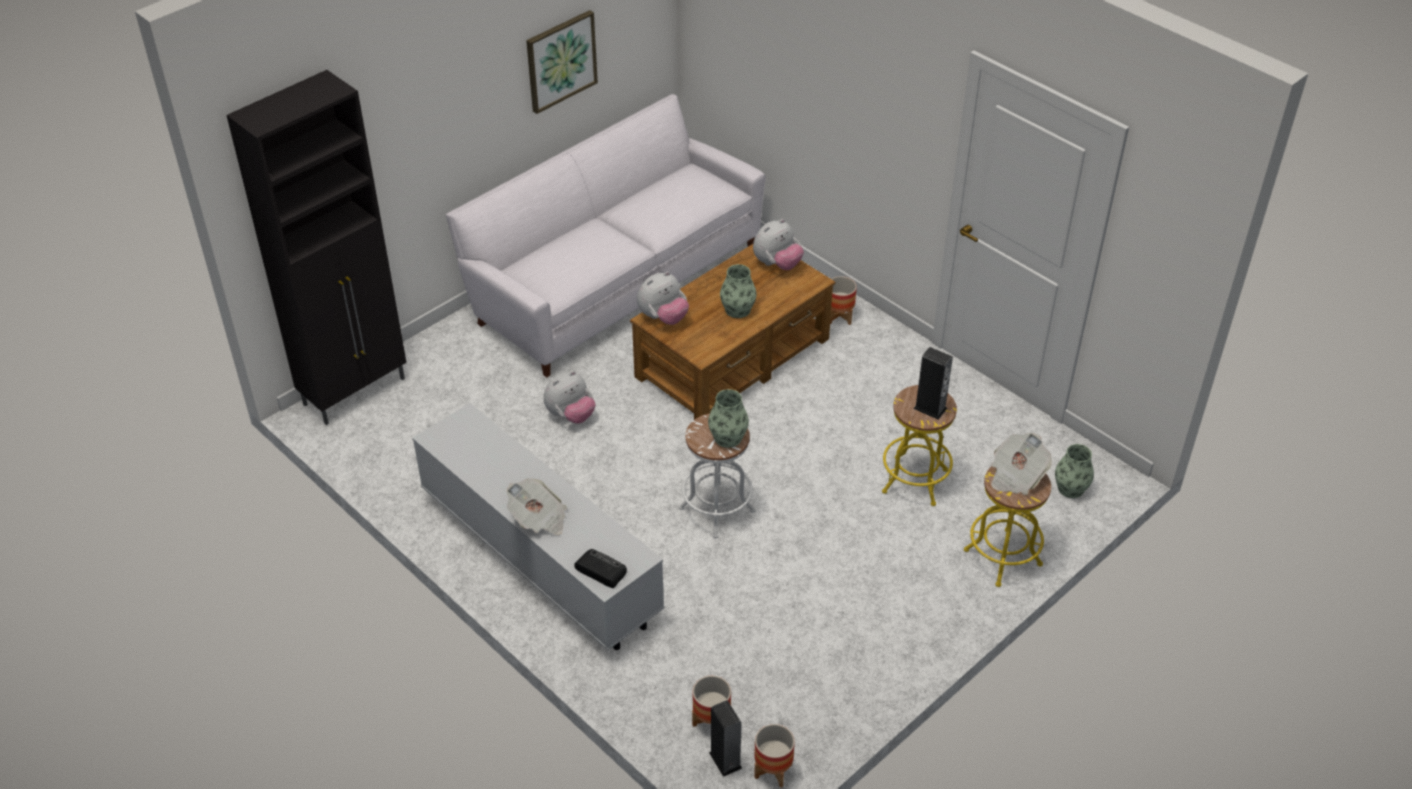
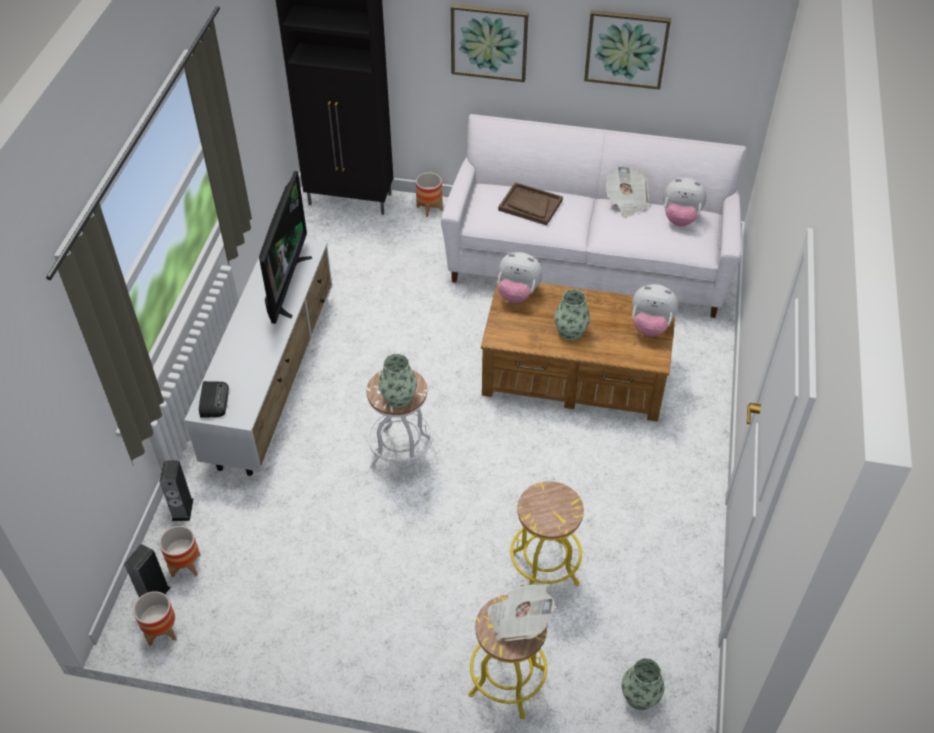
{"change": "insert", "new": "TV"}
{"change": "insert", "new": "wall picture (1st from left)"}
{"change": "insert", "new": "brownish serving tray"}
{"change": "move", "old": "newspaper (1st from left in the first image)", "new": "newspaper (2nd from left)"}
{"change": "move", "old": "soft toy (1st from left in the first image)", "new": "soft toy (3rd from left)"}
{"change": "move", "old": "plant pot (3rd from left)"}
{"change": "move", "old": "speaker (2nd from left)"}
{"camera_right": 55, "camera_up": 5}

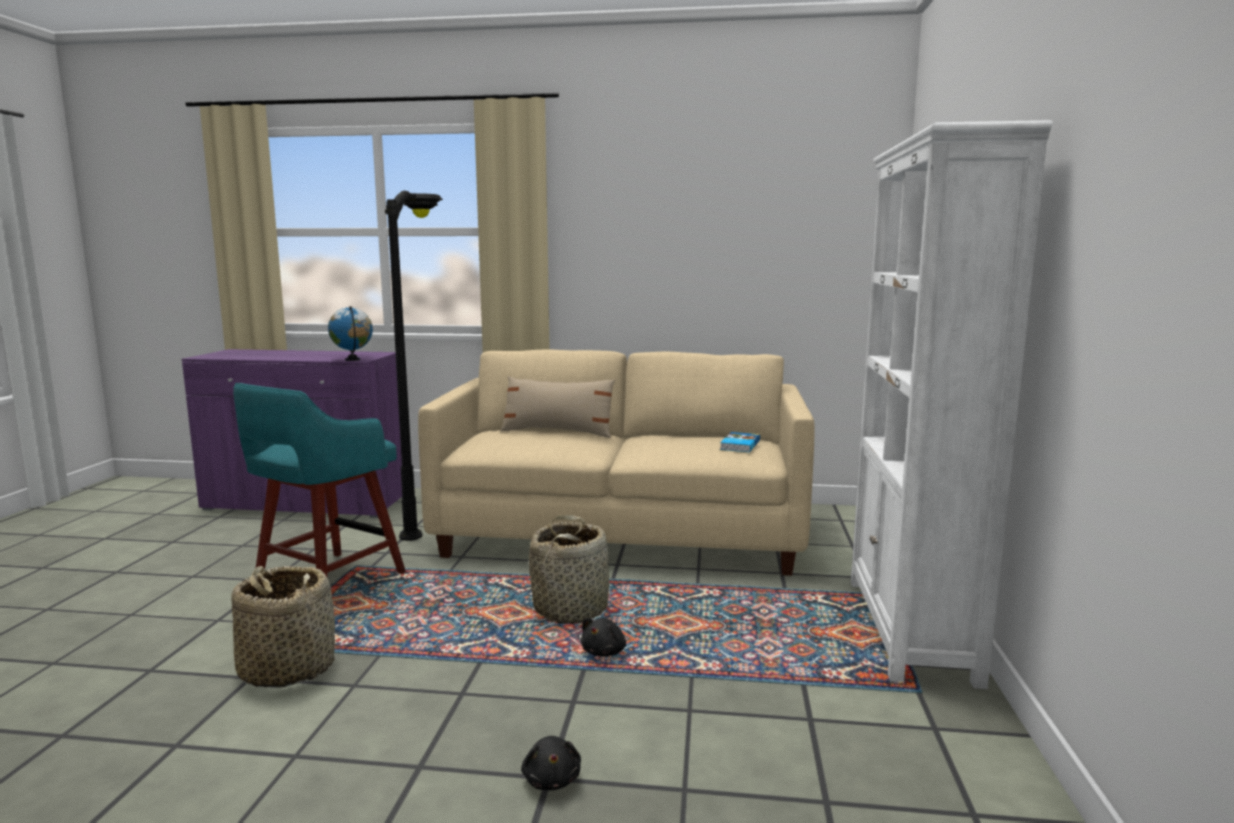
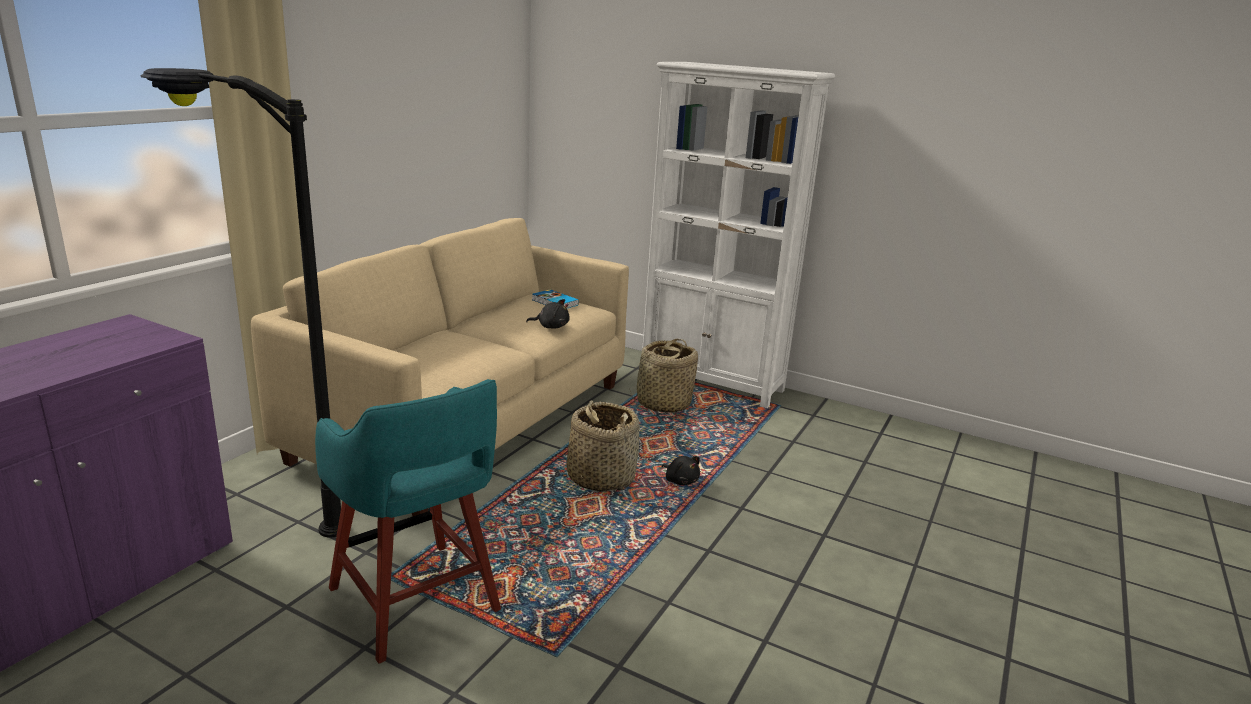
{"change": "delete", "old": "desk globe"}
{"change": "delete", "old": "sand-coloured throw pillow"}
{"change": "move", "old": "basket (1st from left in the first image)", "new": "basket (2nd from left)"}
{"change": "move", "old": "black-coloured soft toy (1st from left)"}
{"camera_right": -70, "camera_up": 10}

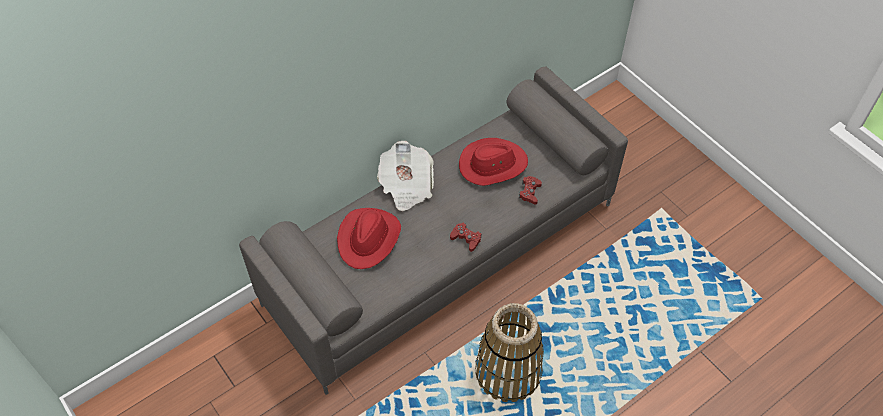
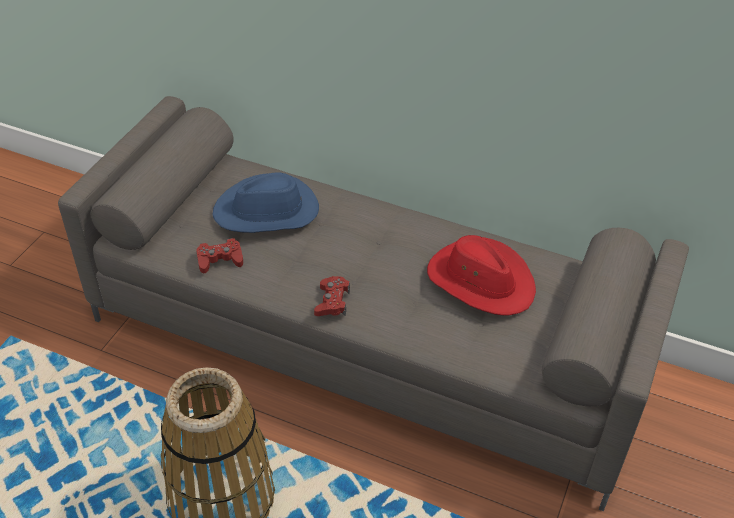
{"change": "delete", "old": "newspaper"}
{"change": "move", "old": "red-coloured joypad (2nd from left in the first image)", "new": "red-coloured joypad (1st from left)"}
{"change": "recolor", "old": "red-coloured wearable hat (1st from left)", "new": "blue wearable hat"}
{"camera_right": 60, "camera_up": -10}

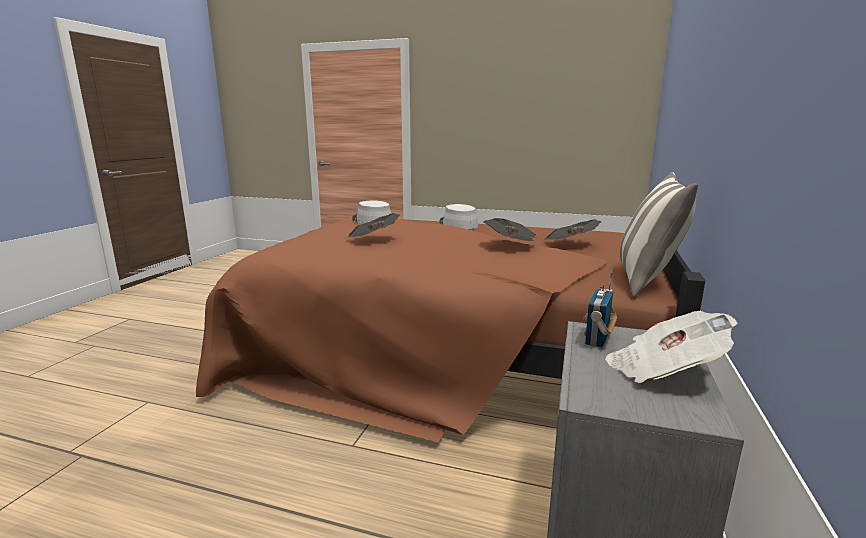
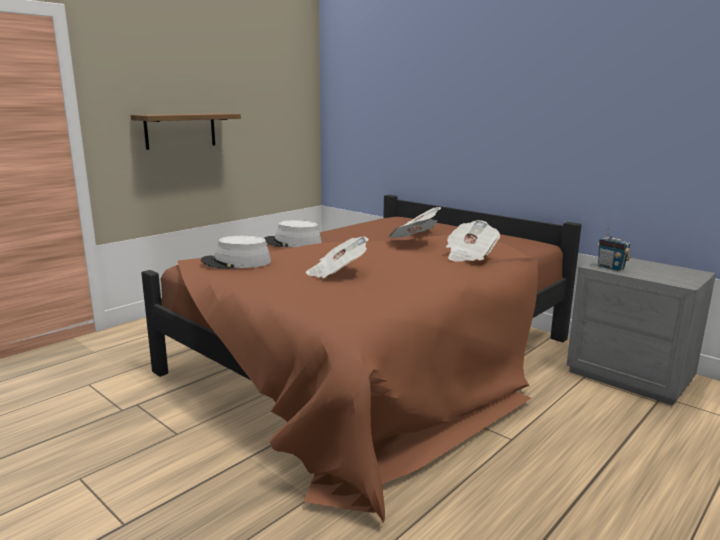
{"change": "delete", "old": "throw pillow"}
{"change": "insert", "new": "shelf"}
{"change": "move", "old": "newspaper (4th from left)"}
{"camera_right": -65, "camera_up": 0}

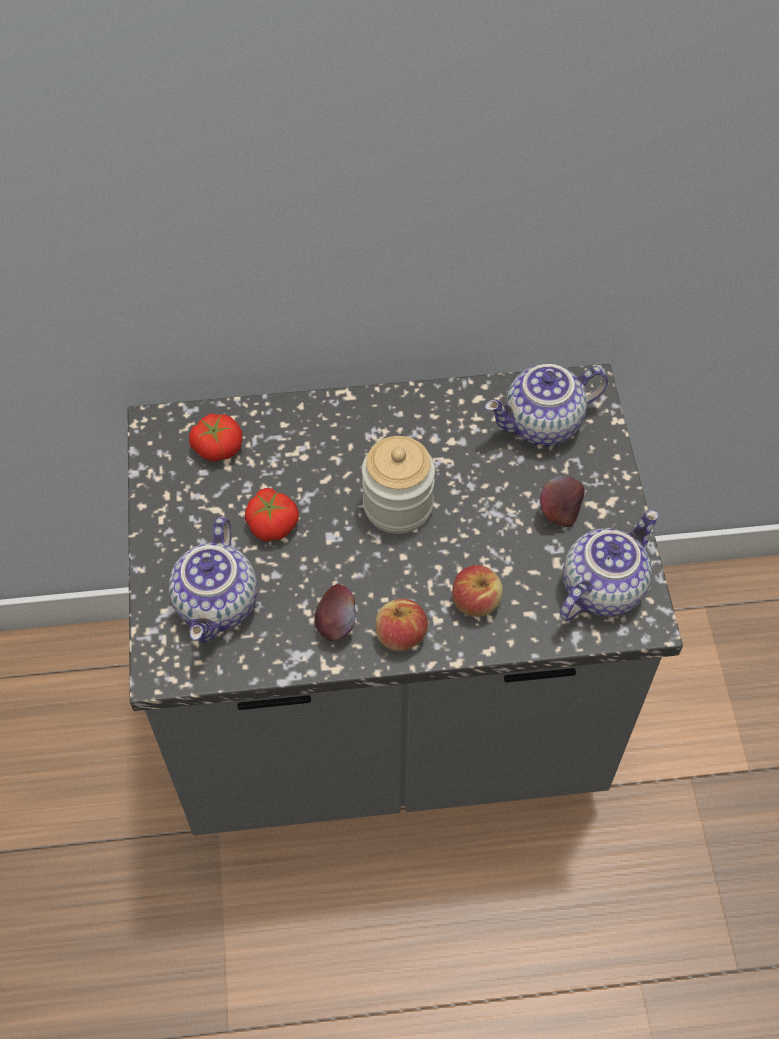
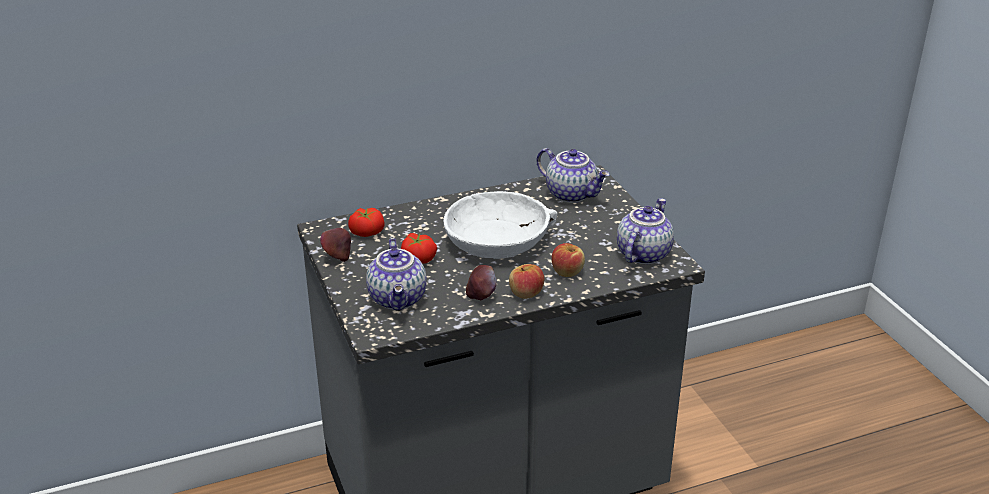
{"change": "move", "old": "whole apple (4th from left in the first image)", "new": "whole apple (1st from left)"}
{"change": "replace", "old": "storage jar", "new": "white-coloured serving bowl"}
{"change": "rotate", "old": "pot for tea (2nd from left)", "degrees": -105}
{"camera_right": -15, "camera_up": -25}

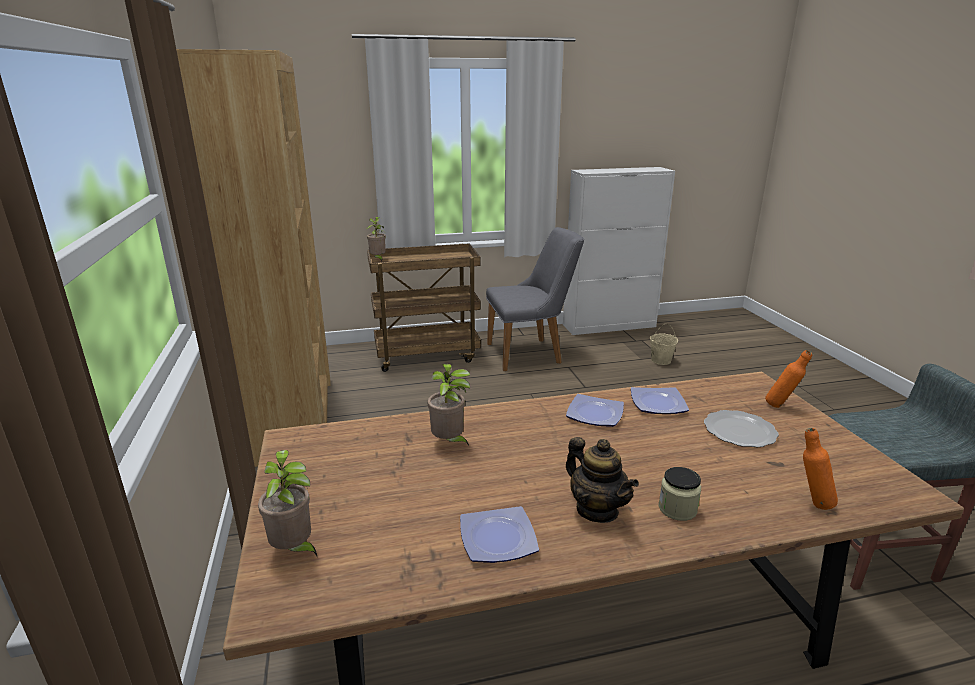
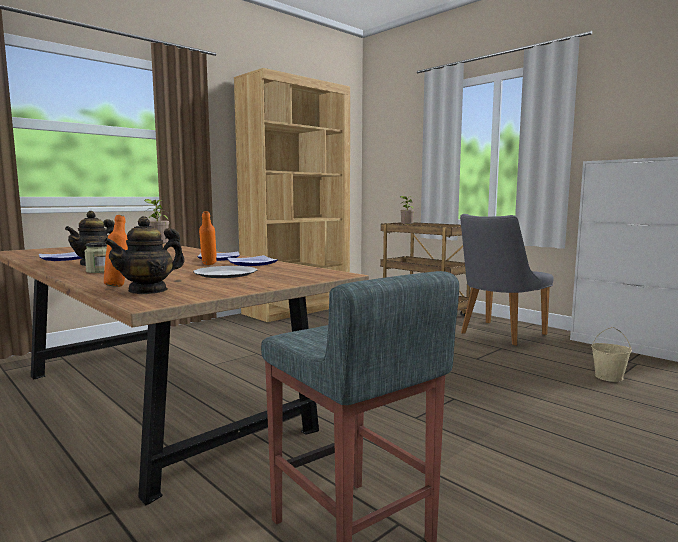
{"change": "delete", "old": "houseplant (1st from left)"}
{"change": "insert", "new": "pot for tea (2nd from left)"}
{"change": "move", "old": "orange-coloured drink bottle (1st from left in the first image)", "new": "orange-coloured drink bottle (2nd from left)"}
{"change": "rotate", "old": "grey plain chair", "degrees": 90}
{"camera_right": 60, "camera_up": -15}

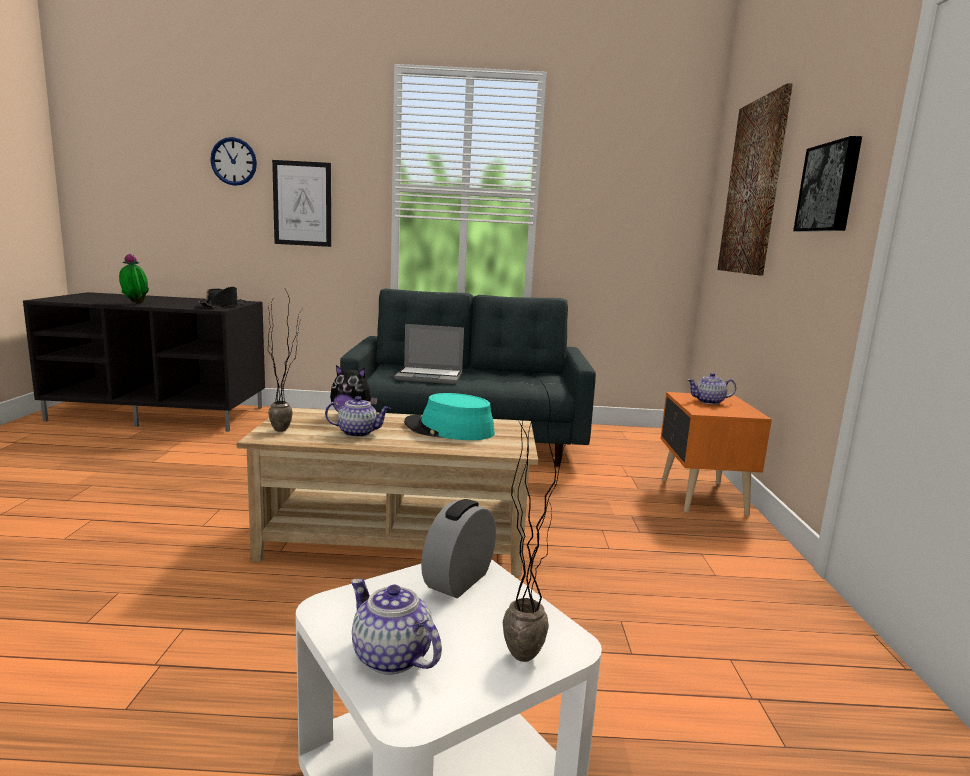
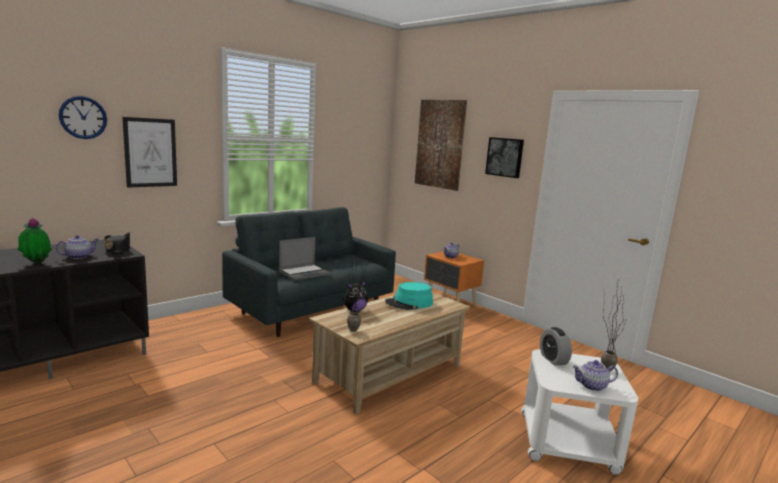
{"change": "move", "old": "pot for tea (1st from left)"}
{"camera_right": -45, "camera_up": 0}

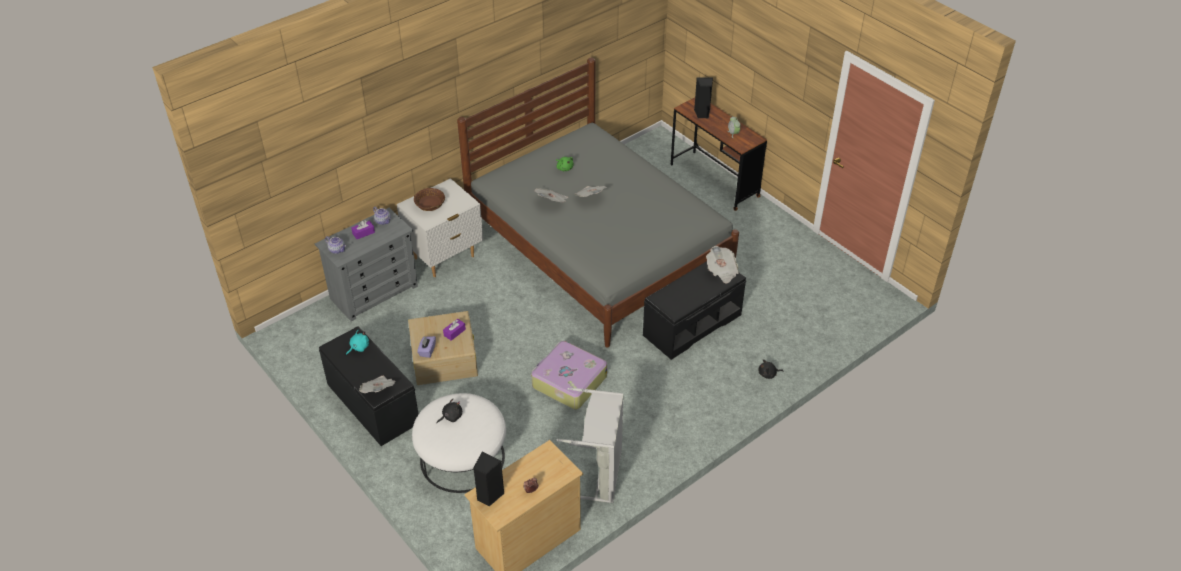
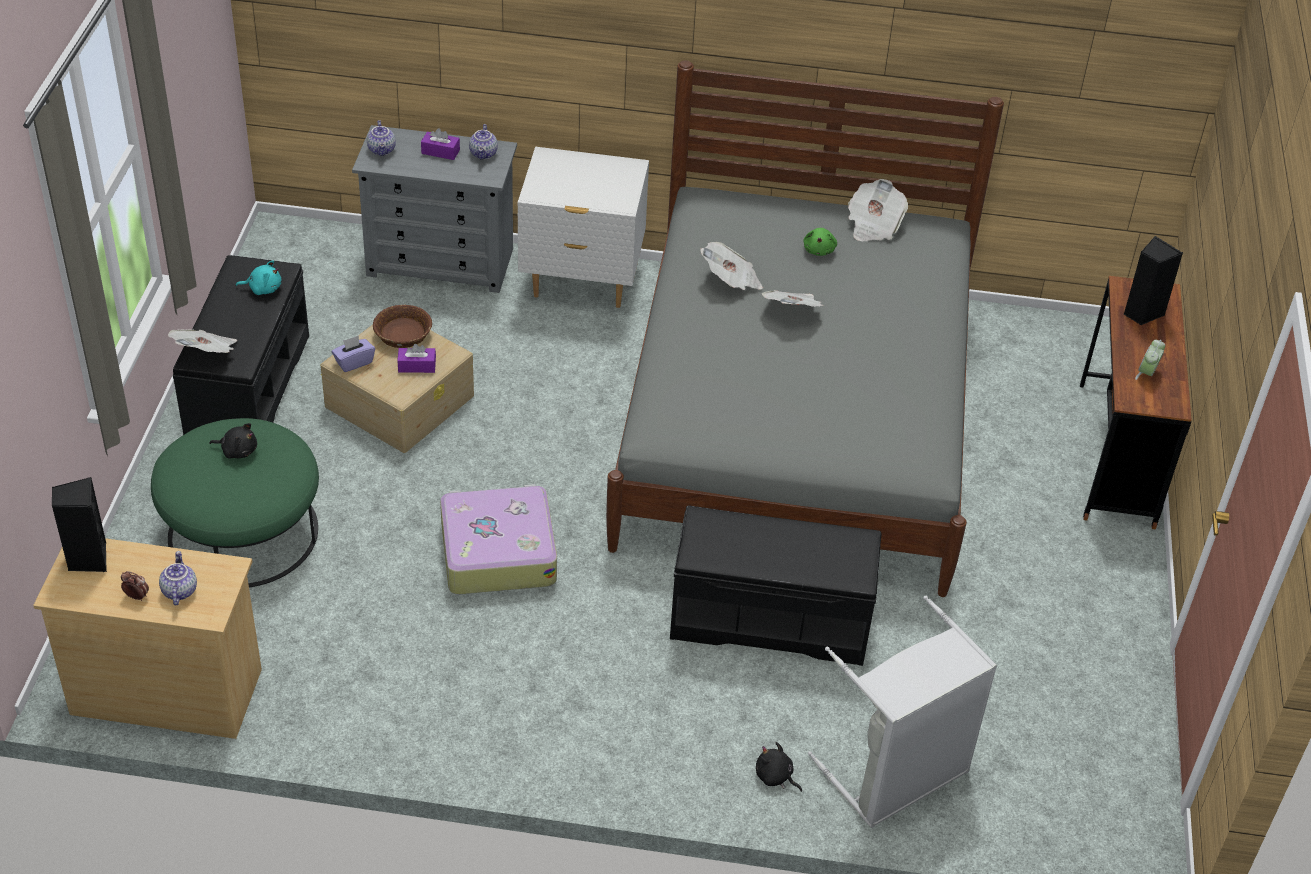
{"change": "insert", "new": "pot for tea (1st from left)"}
{"change": "move", "old": "brownish serving bowl"}
{"change": "move", "old": "grey laundry basket"}
{"change": "move", "old": "newspaper (4th from left)"}
{"change": "recolor", "old": "white-coloured footrest", "new": "green-coloured footrest"}
{"camera_right": 45, "camera_up": 0}

